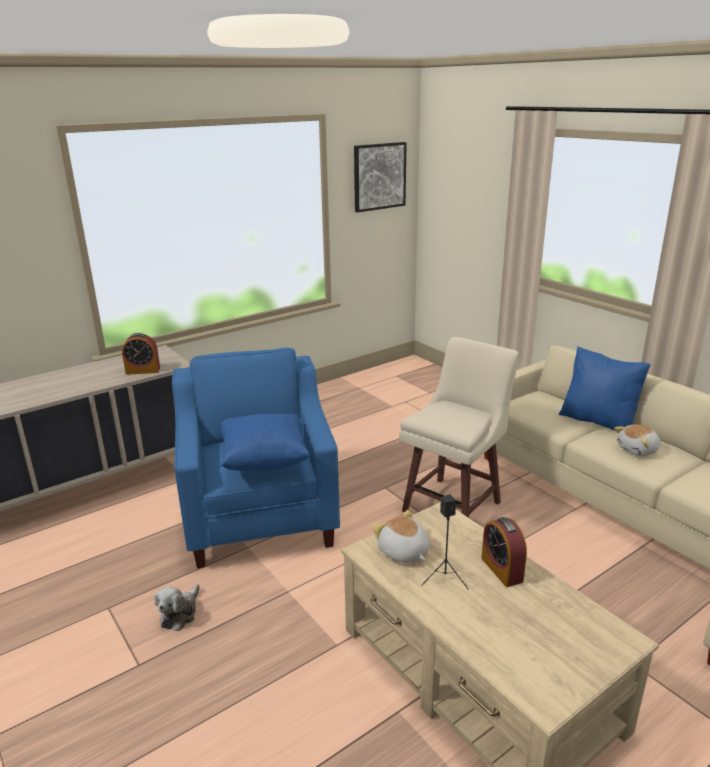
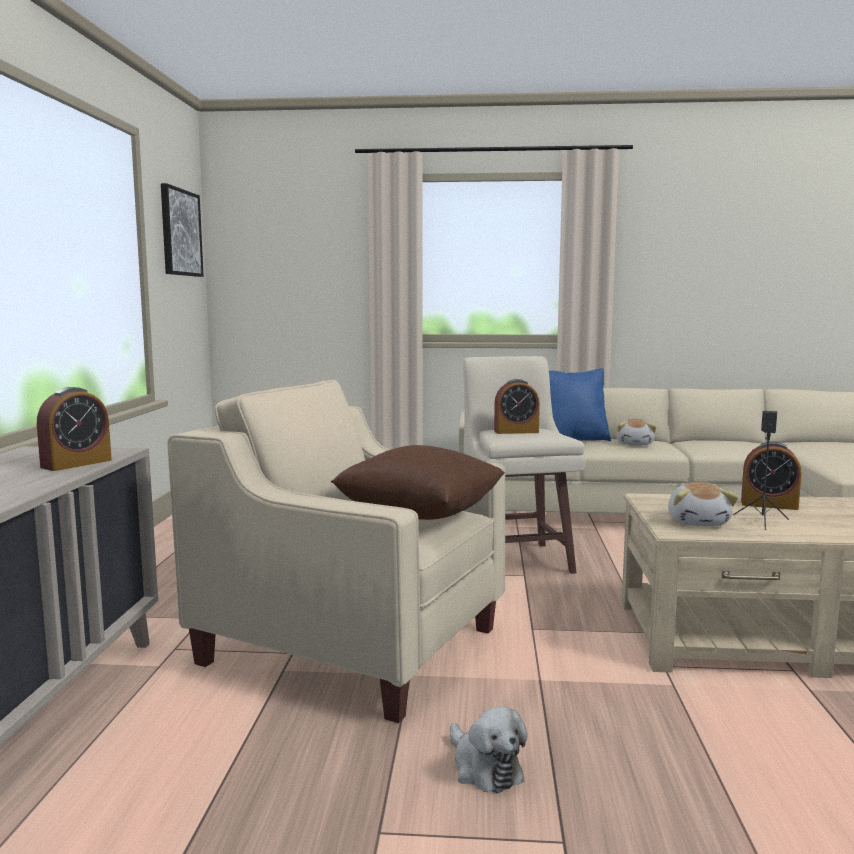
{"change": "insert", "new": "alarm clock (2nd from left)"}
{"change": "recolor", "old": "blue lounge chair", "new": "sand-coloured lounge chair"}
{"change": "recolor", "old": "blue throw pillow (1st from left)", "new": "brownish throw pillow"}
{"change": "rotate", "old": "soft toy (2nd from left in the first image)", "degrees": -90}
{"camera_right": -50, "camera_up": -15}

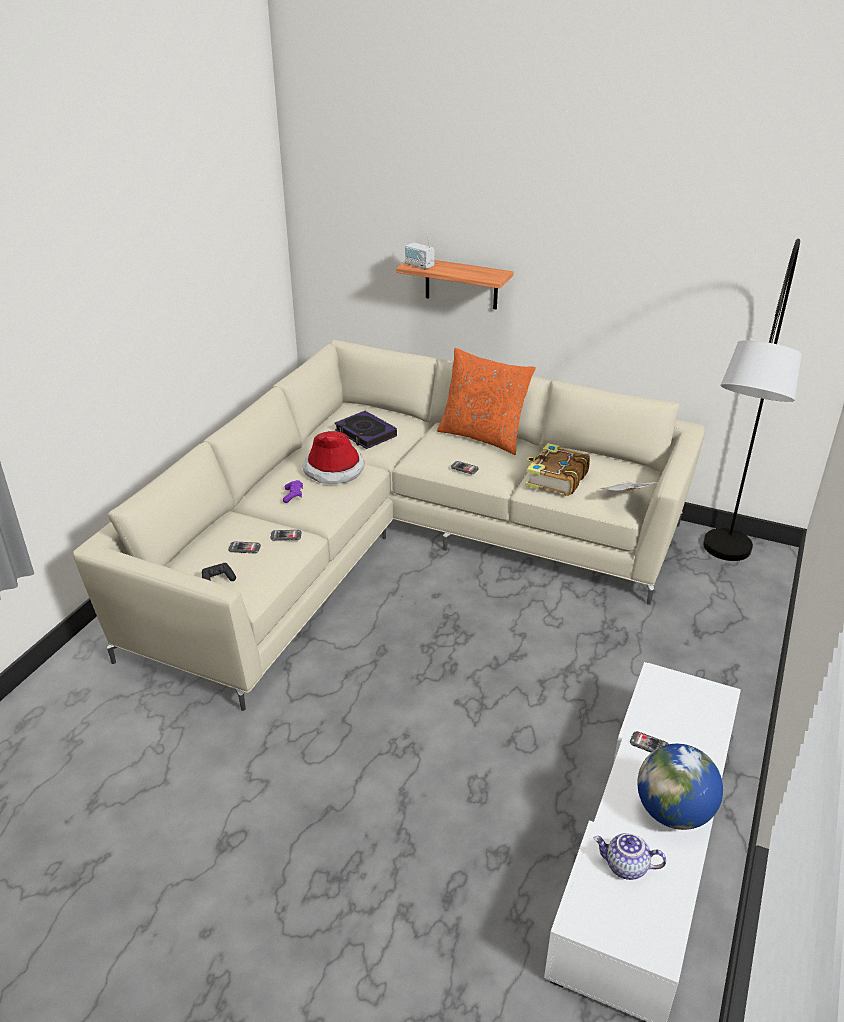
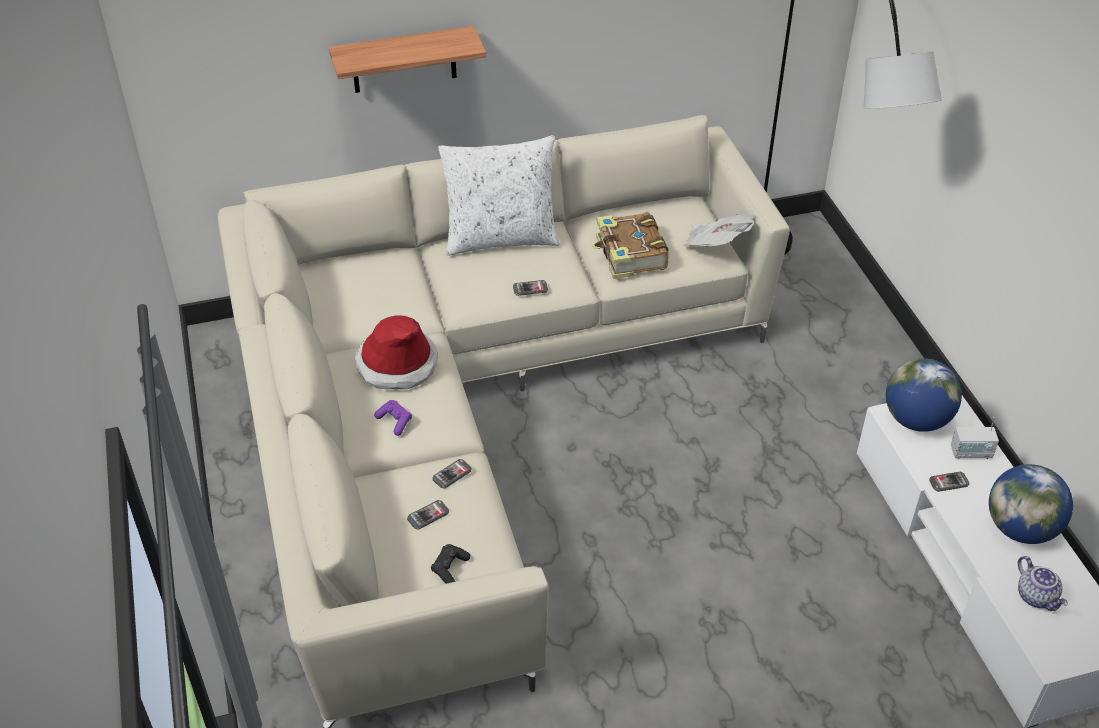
{"change": "delete", "old": "volume (1st from left)"}
{"change": "insert", "new": "desk globe (1st from left)"}
{"change": "move", "old": "radio set"}
{"change": "recolor", "old": "orange-coloured throw pillow", "new": "white-coloured throw pillow"}
{"change": "rotate", "old": "pot for tea", "degrees": -90}
{"camera_right": -40, "camera_up": 10}

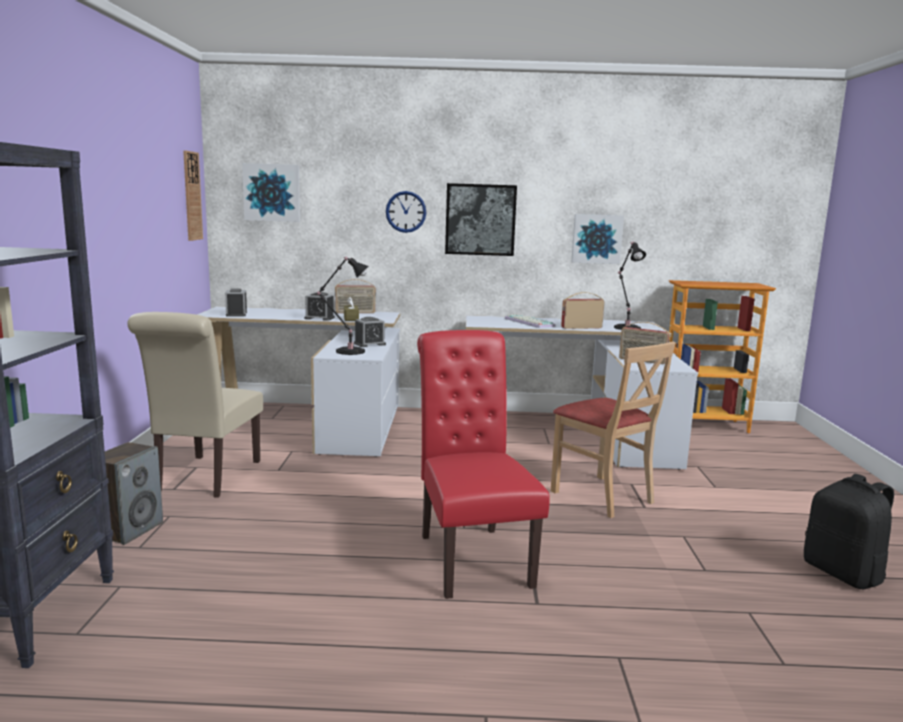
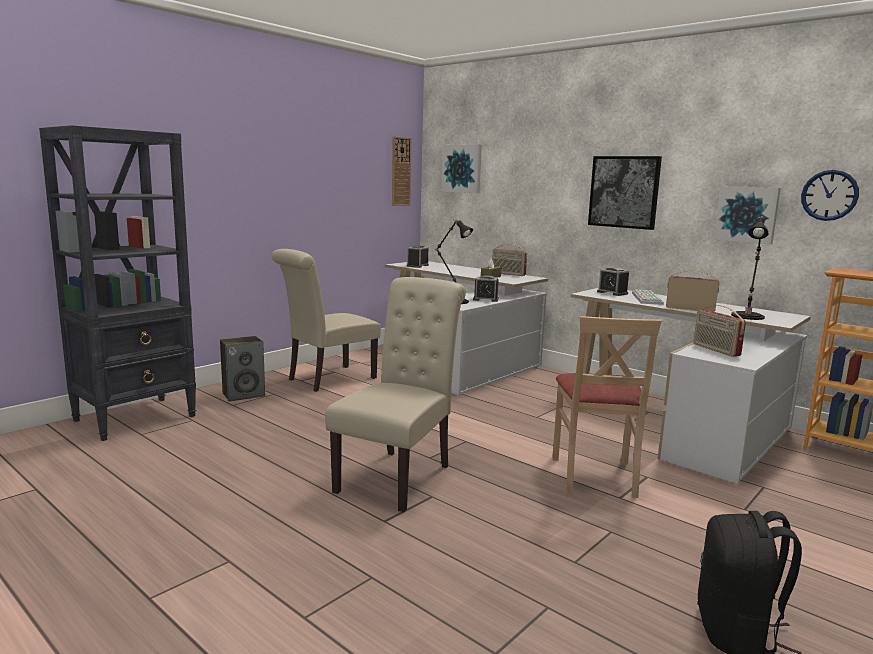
{"change": "move", "old": "alarm clock (2nd from left in the first image)", "new": "alarm clock (3rd from left)"}
{"change": "move", "old": "clock on the wall (2nd from left)"}
{"change": "recolor", "old": "red-coloured plain chair", "new": "sand-coloured plain chair (2nd from left)"}
{"camera_right": 40, "camera_up": 0}

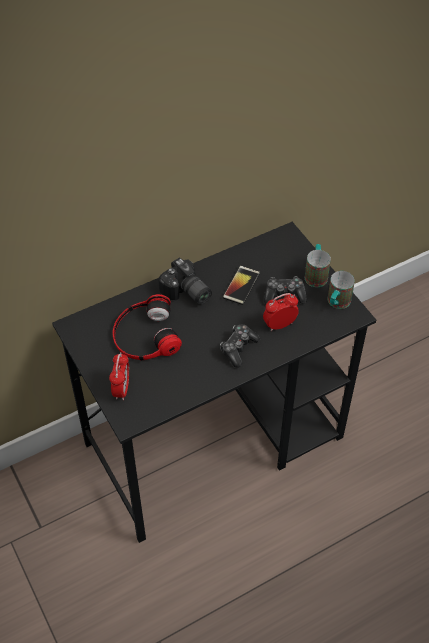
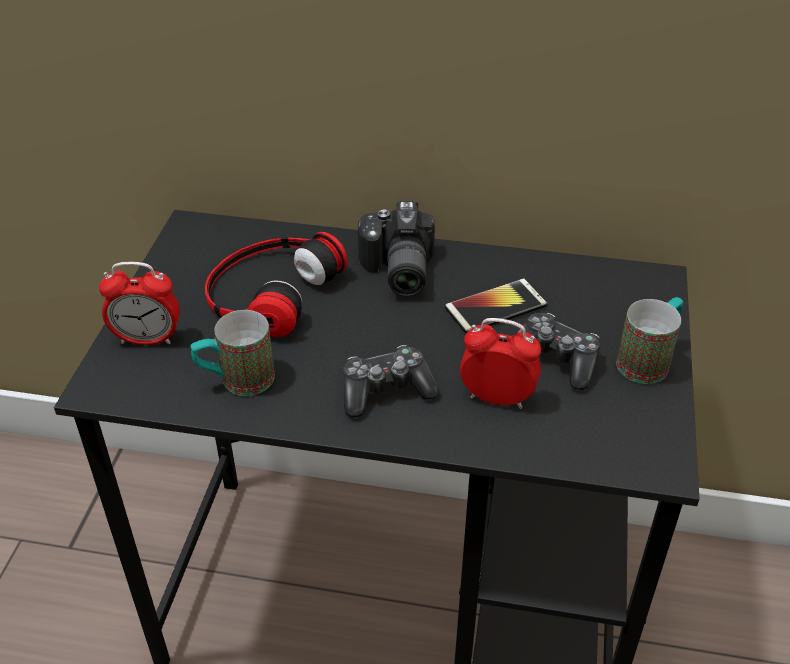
{"change": "move", "old": "tea mug (2nd from left in the first image)", "new": "tea mug (1st from left)"}
{"change": "rotate", "old": "alarm clock (1st from left)", "degrees": 45}
{"camera_right": 40, "camera_up": -10}

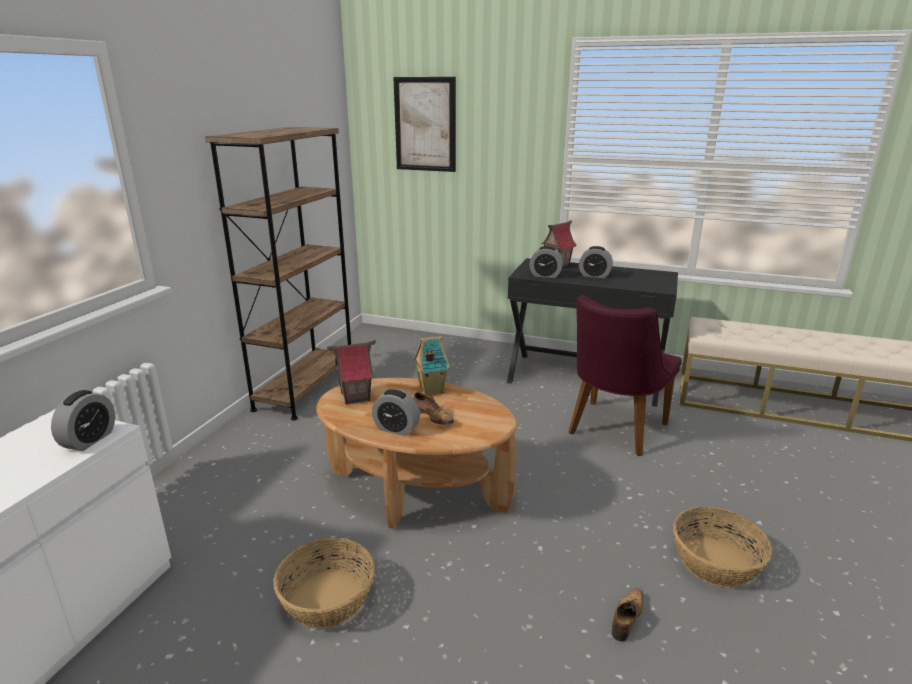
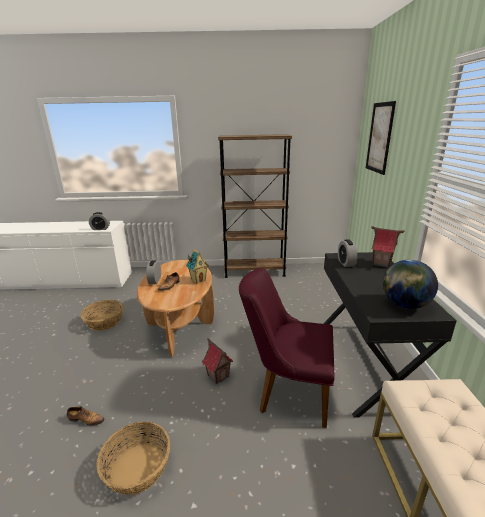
{"change": "delete", "old": "alarm clock (4th from left)"}
{"change": "insert", "new": "desk globe"}
{"change": "move", "old": "model house (1st from left in the first image)", "new": "model house (2nd from left)"}
{"camera_right": 70, "camera_up": 0}

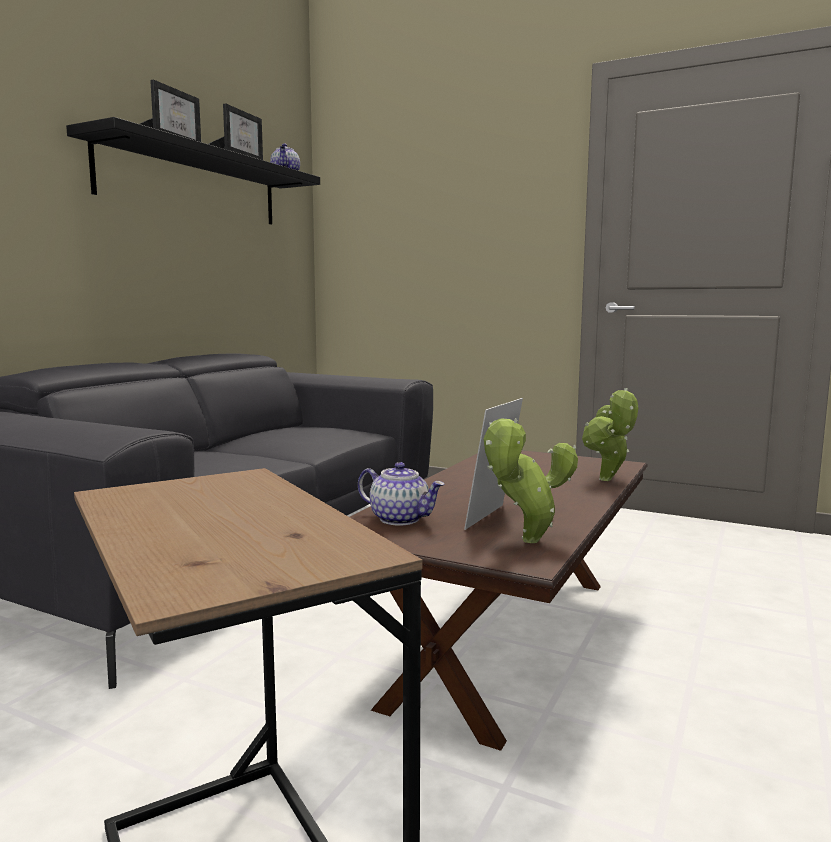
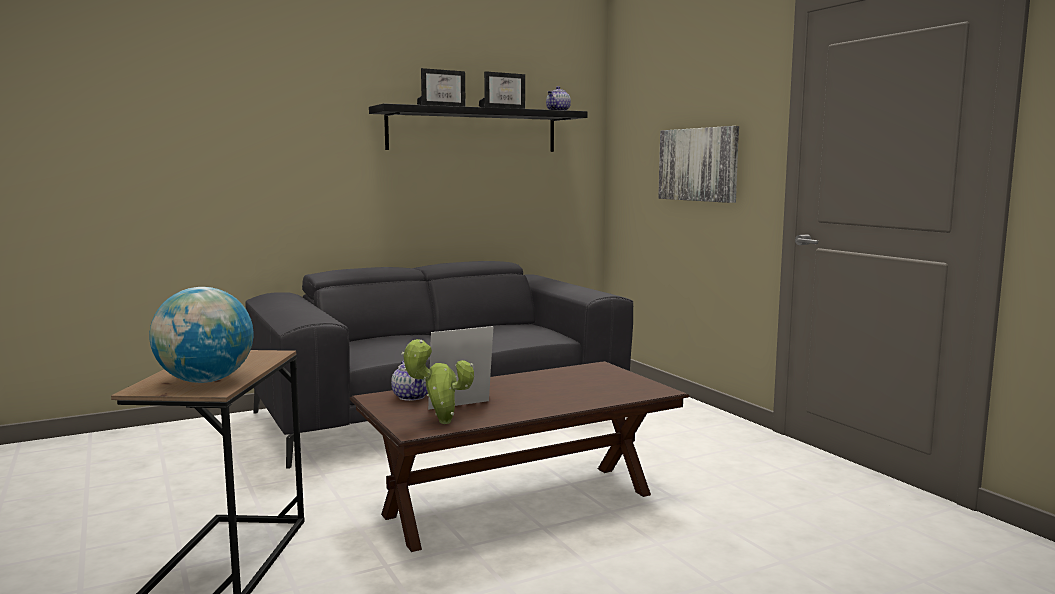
{"change": "delete", "old": "houseplant (2nd from left)"}
{"change": "insert", "new": "desk globe"}
{"change": "insert", "new": "wall picture"}
{"camera_right": 35, "camera_up": 0}

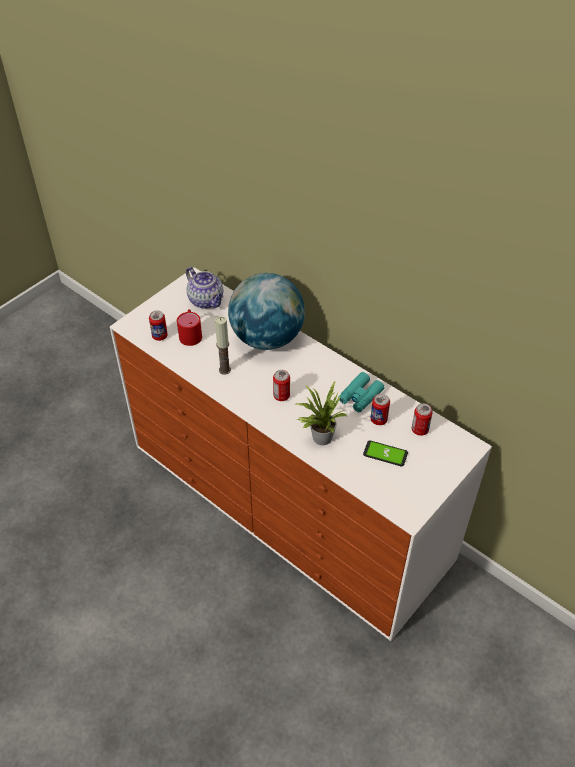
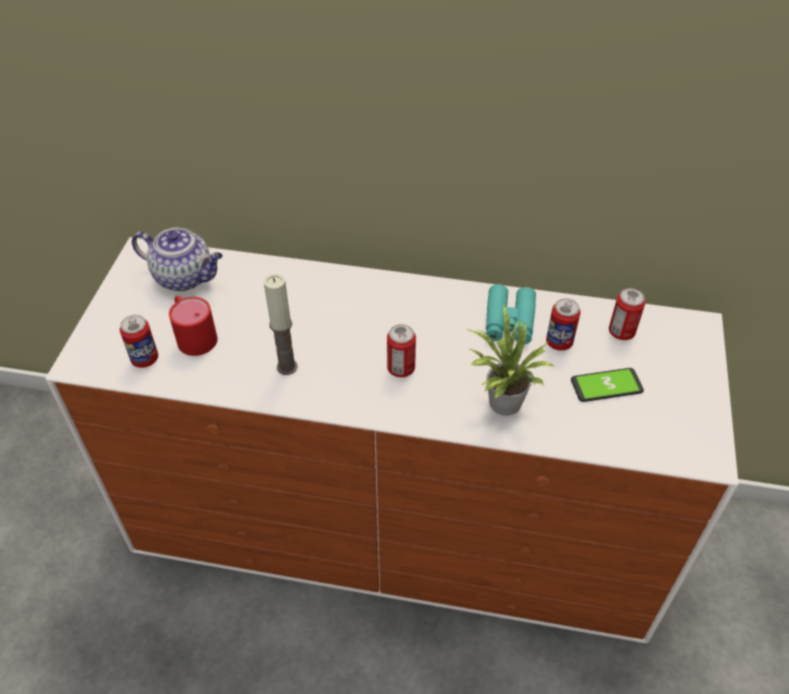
{"change": "delete", "old": "desk globe"}
{"camera_right": -30, "camera_up": 0}

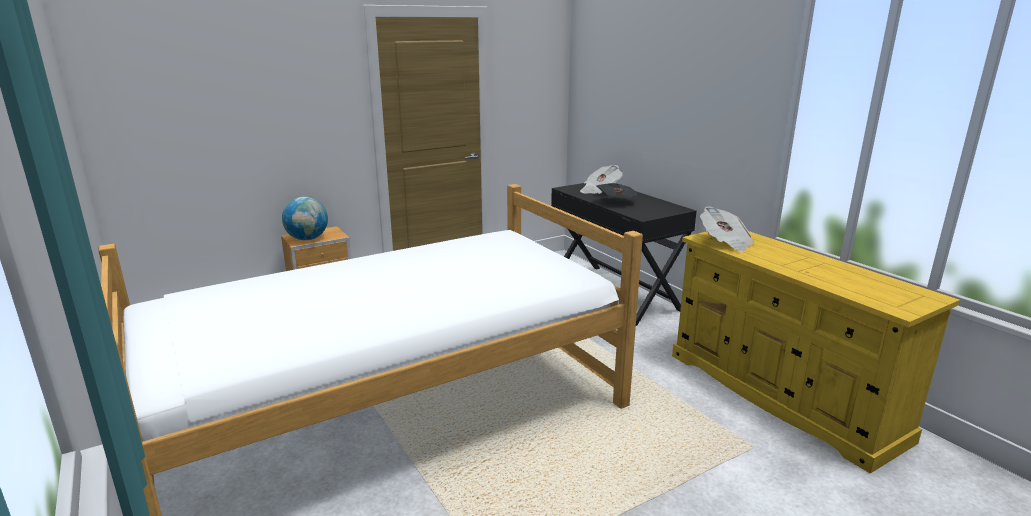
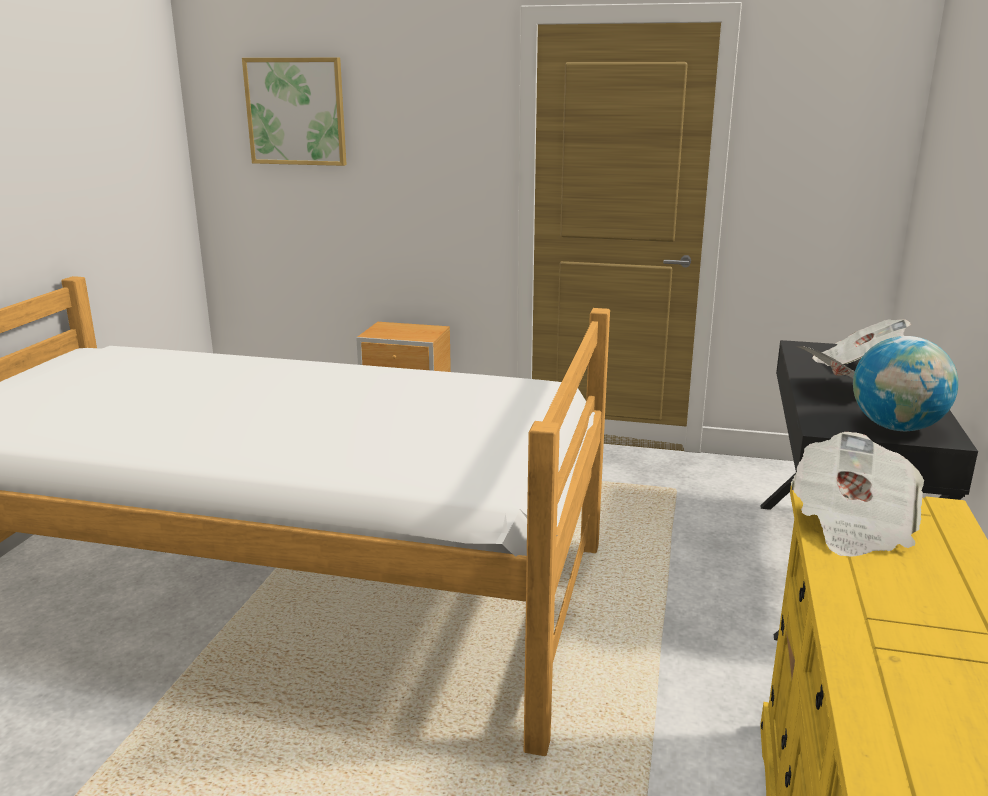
{"change": "insert", "new": "wall picture"}
{"change": "move", "old": "desk globe"}
{"camera_right": 45, "camera_up": 0}

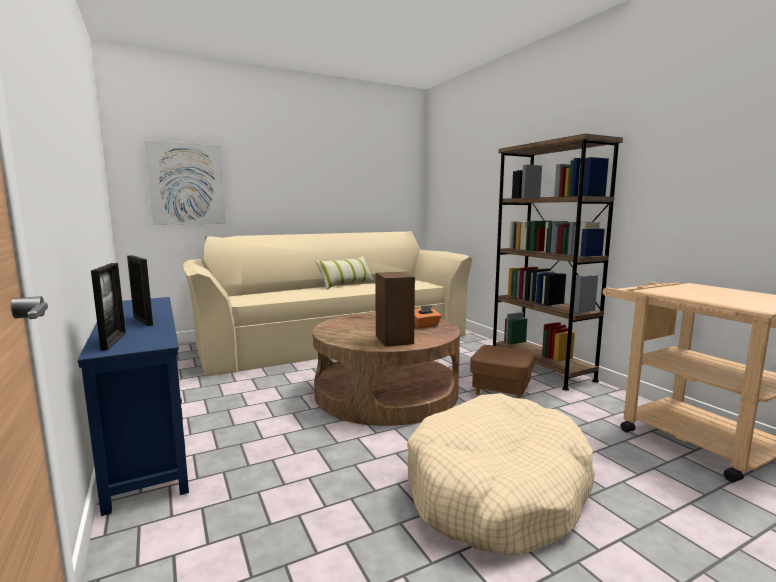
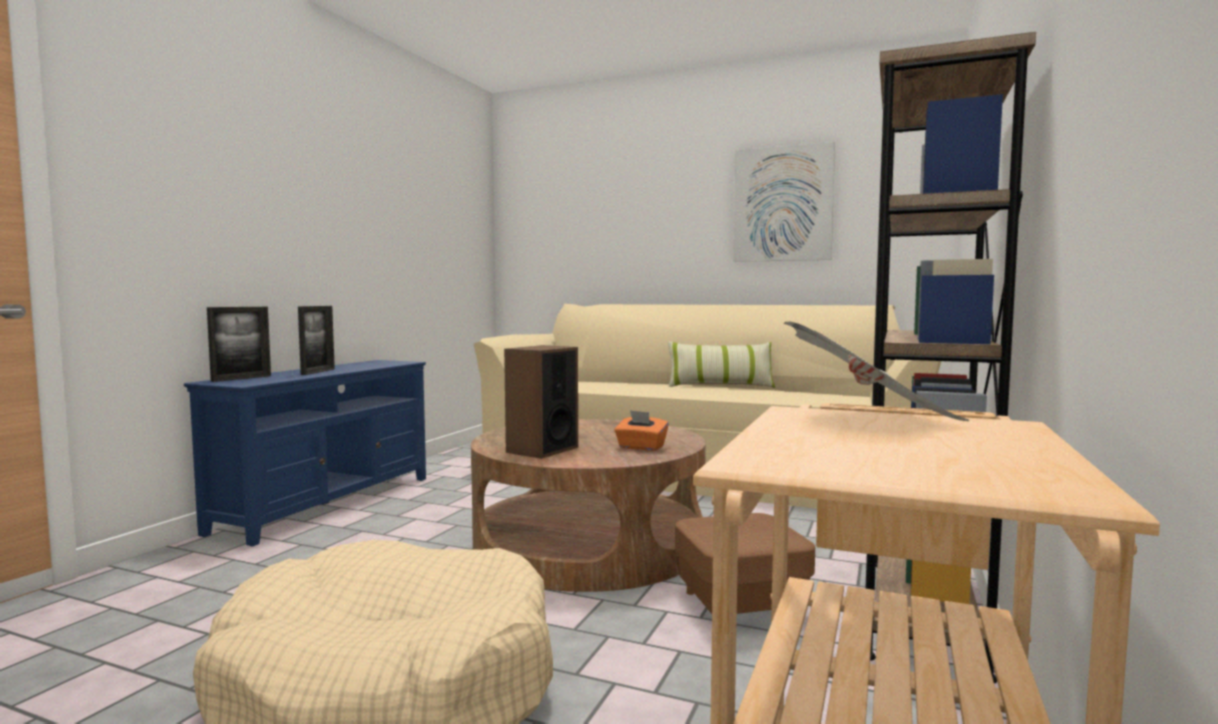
{"change": "insert", "new": "newspaper"}
{"change": "move", "old": "wall picture"}
{"camera_right": 50, "camera_up": -5}

